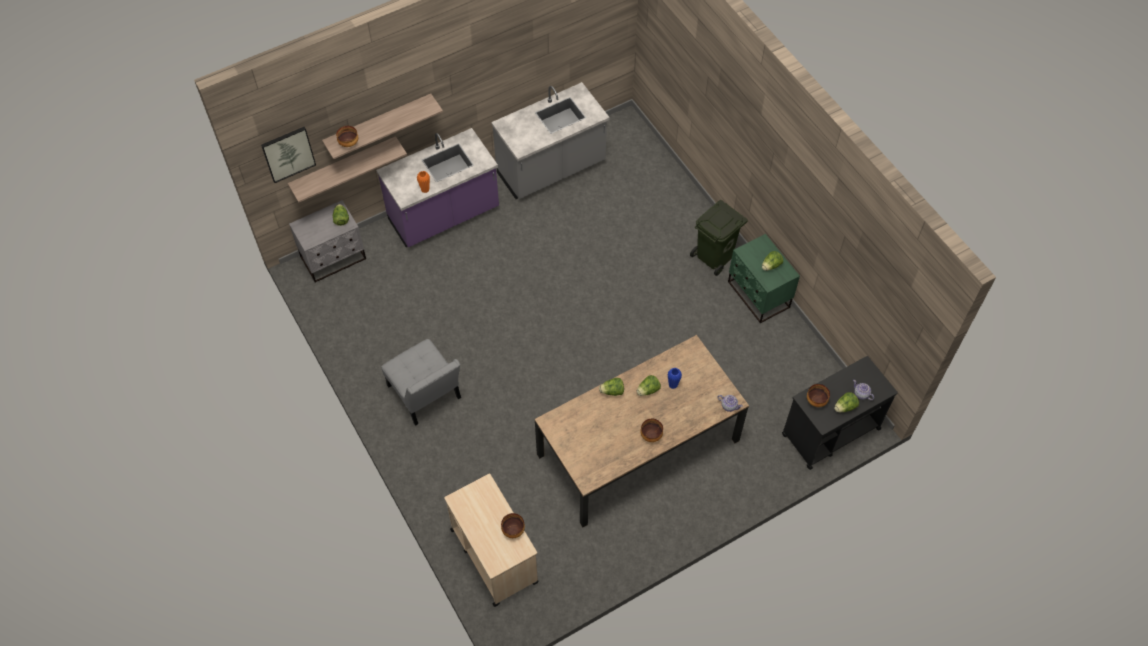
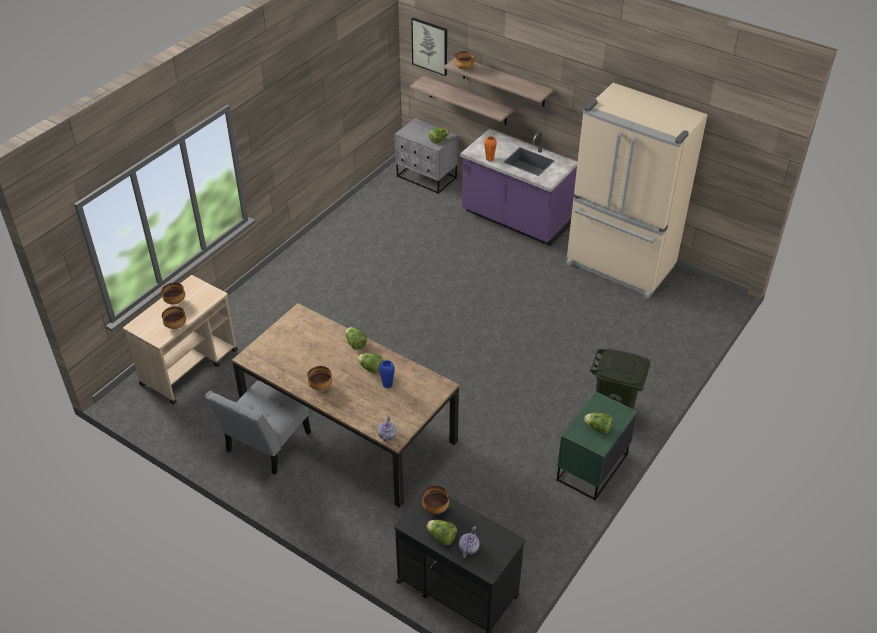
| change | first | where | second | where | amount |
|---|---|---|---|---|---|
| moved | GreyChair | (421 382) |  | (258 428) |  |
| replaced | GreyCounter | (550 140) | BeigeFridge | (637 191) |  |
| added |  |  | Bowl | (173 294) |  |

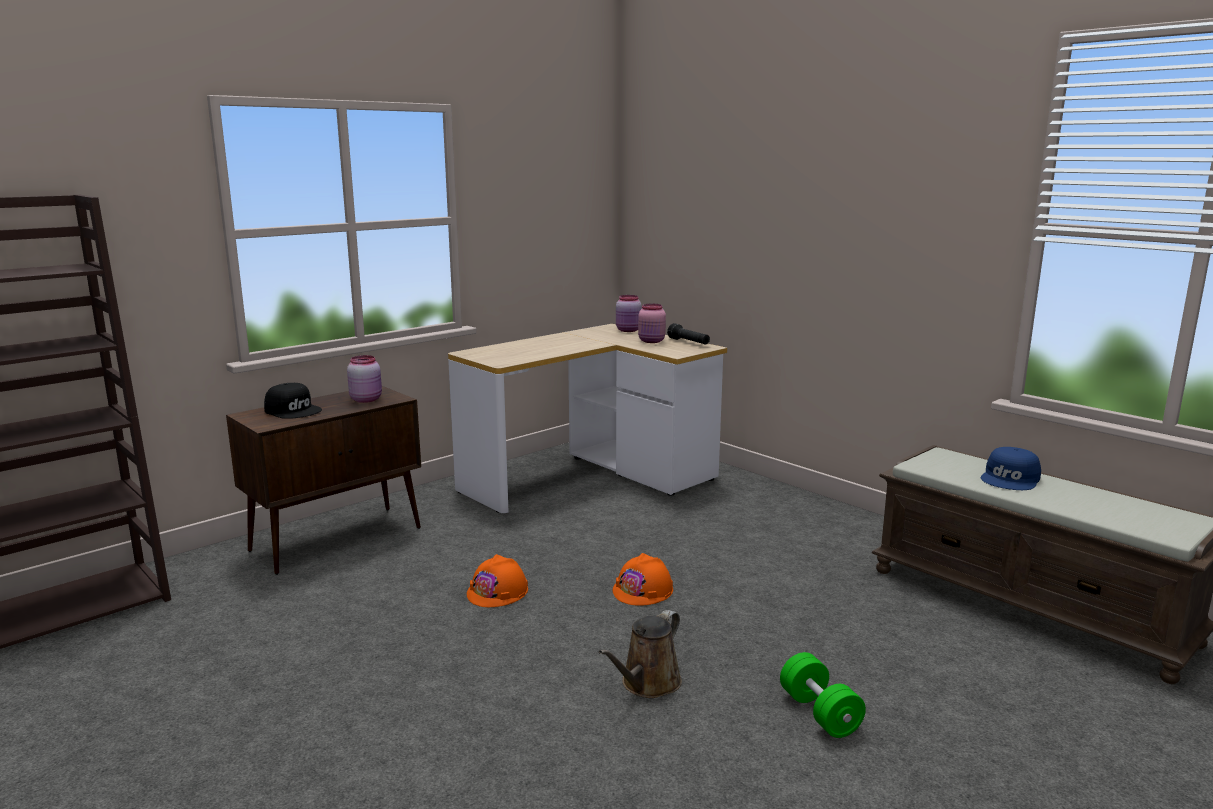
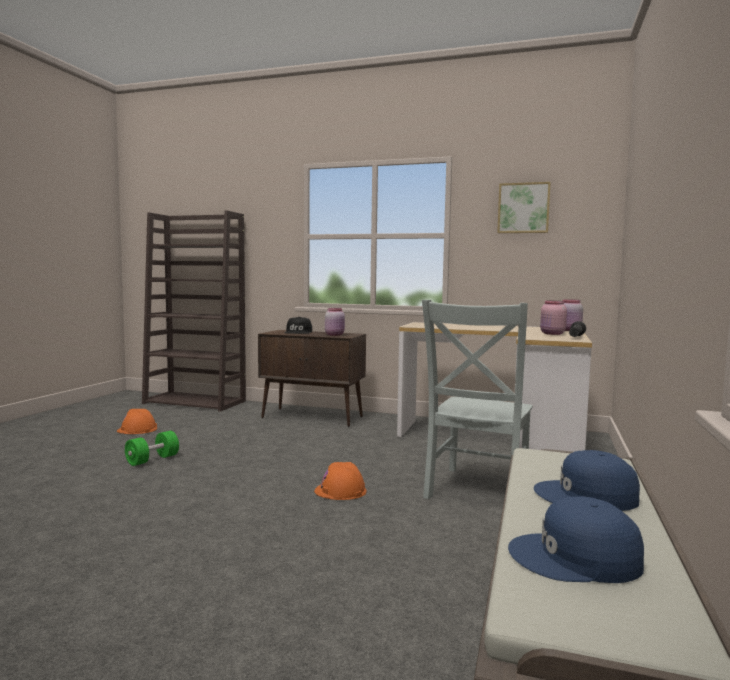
| change | first | where | second | where | amount |
|---|---|---|---|---|---|
| moved | OrangeHardHat | (497 580) |  | (137 421) |  |
| removed | BrownWateringCan | (640 654) |  |  |  |
| moved | GreenDumbbell | (823 695) |  | (152 448) |  |
| added |  |  | GreyChair | (477 399) |  |
| added |  |  | Picture | (524 207) |  |
| added |  |  | BlueCap | (576 539) |  |

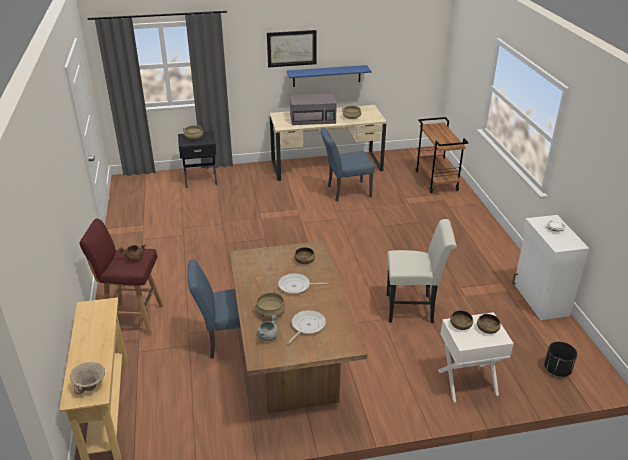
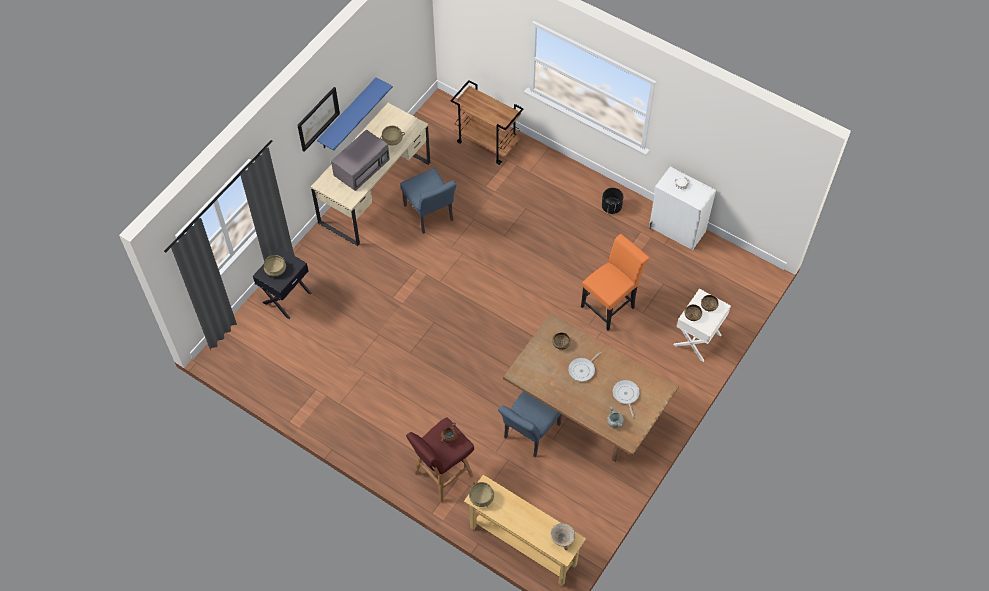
| change | first | where | second | where | amount |
|---|---|---|---|---|---|
| moved | BeigeCookingPot | (270 305) |  | (481 494) |  |
| turned | BlueChair | (348 164) |  | (428 201) | 60 degrees counterclockwise |
| recoloured | WhiteChair | (422 271) | OrangeChair | (615 282) |  |
| moved | BlackPlanter | (560 359) |  | (612 201) |  |

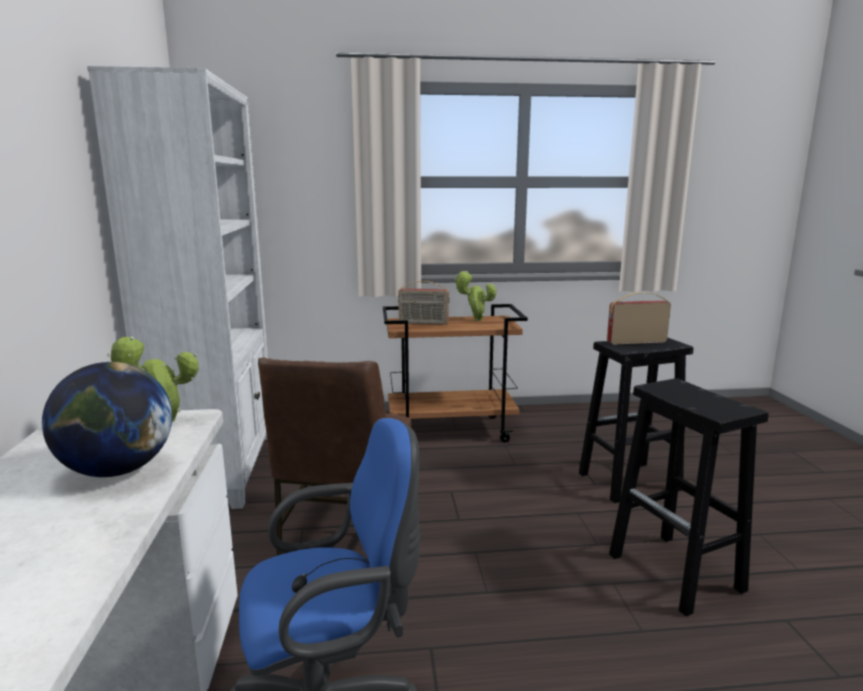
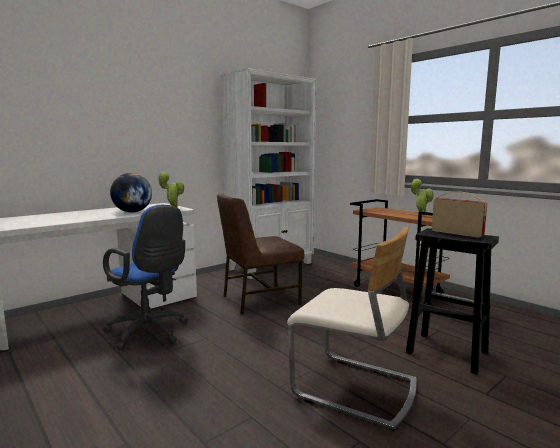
| change | first | where | second | where | amount |
|---|---|---|---|---|---|
| removed | Radio | (423 303) |  |  |  |
| replaced | BlackStool | (689 497) | BeigeChair | (352 329) |  |

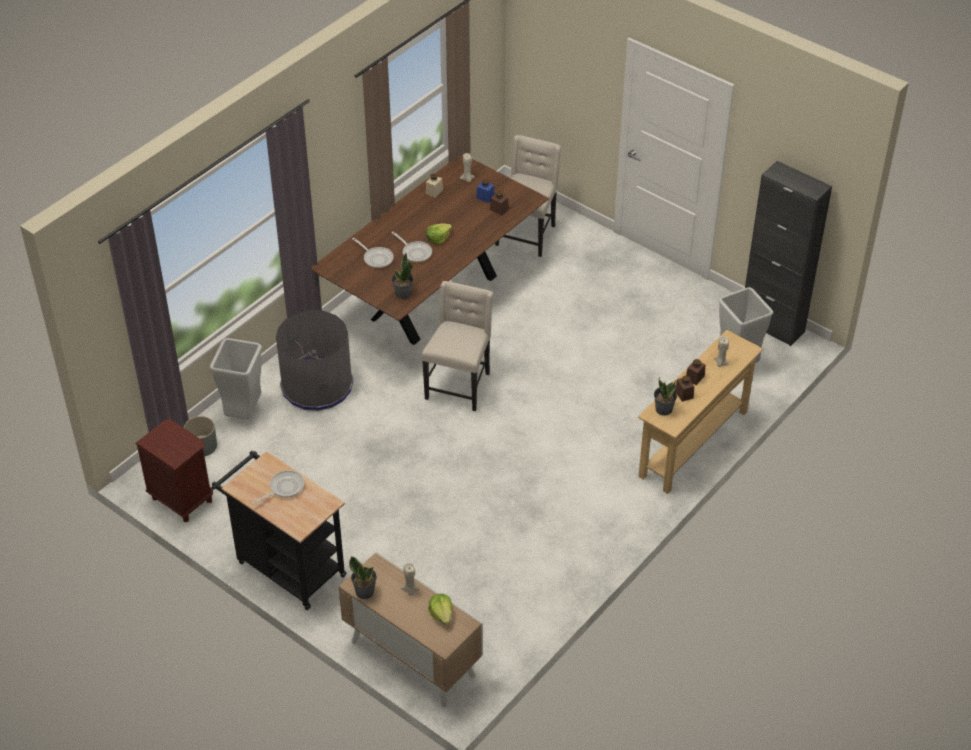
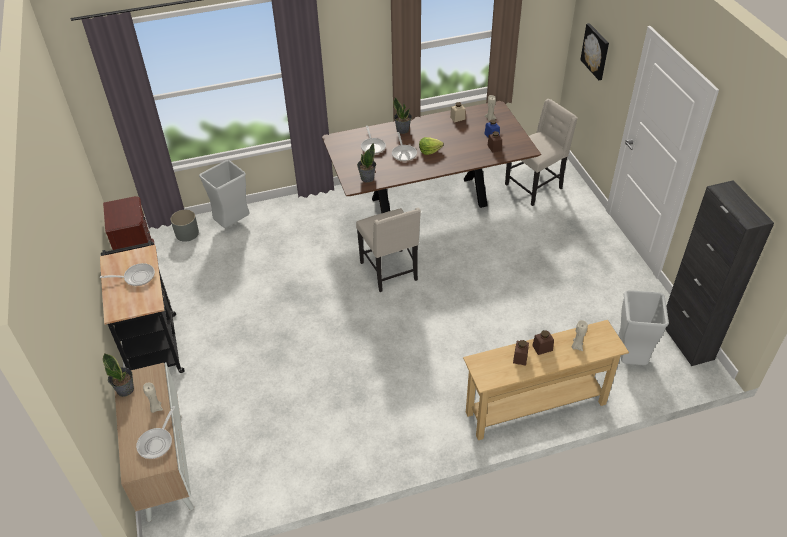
| change | first | where | second | where | amount |
|---|---|---|---|---|---|
| removed | GreyTrashCan | (314 360) |  |  |  |
| turned | BeigeChair | (457 346) |  | (388 250) | 105 degrees clockwise |
| replaced | Lettuce | (440 609) | FryingPan | (155 432) |  |
| moved | PottedPlant | (665 396) |  | (402 115) |  |
| added |  |  | Picture | (594 51) |  |

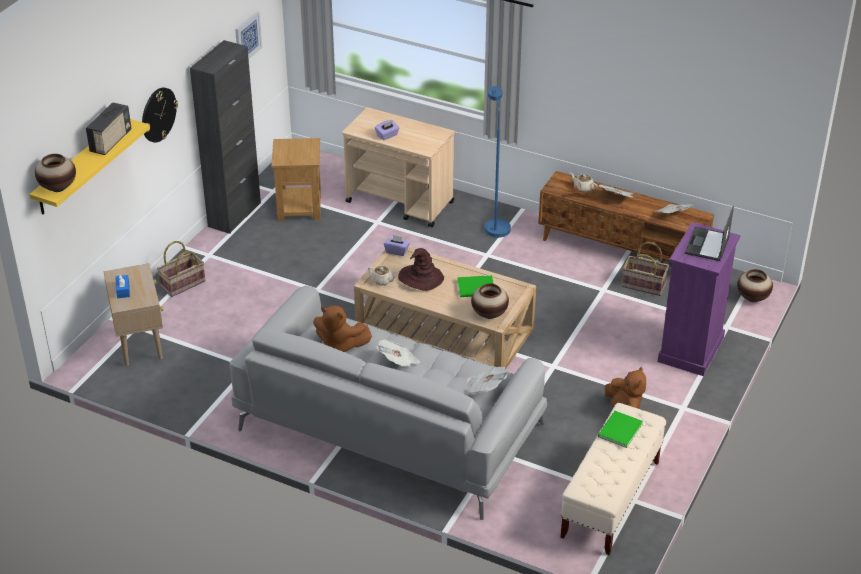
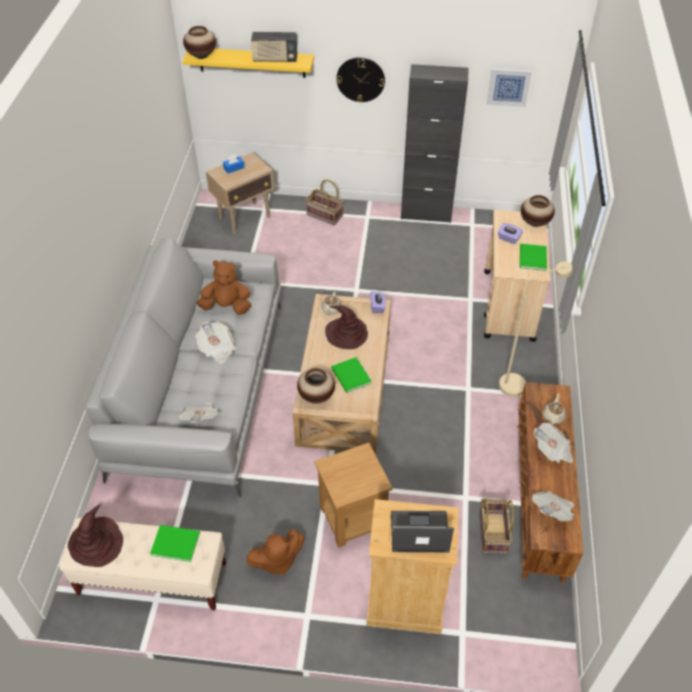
| change | first | where | second | where | amount |
|---|---|---|---|---|---|
| moved | BrownSideTable | (296 179) |  | (353 495) |  |
| turned | BrownPlushToy | (342 328) |  | (224 287) | 90 degrees clockwise |
| recoloured | BlueFloorLamp | (498 162) | BeigeFloorLamp | (536 329) |  |
| recoloured | PurpleDresser | (699 299) | BeigeDresser | (413 566) |  |
| moved | Vase | (755 285) |  | (538 211) |  |
| added |  |  | BrownHat | (95 535) |  |
| added |  |  | GreenBook | (533 257) |  |

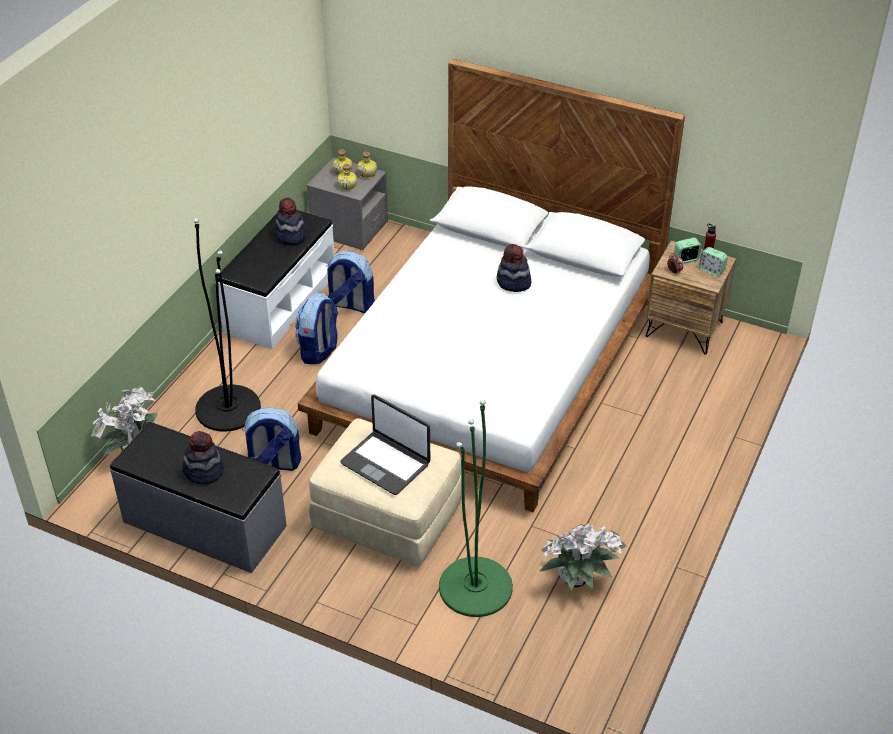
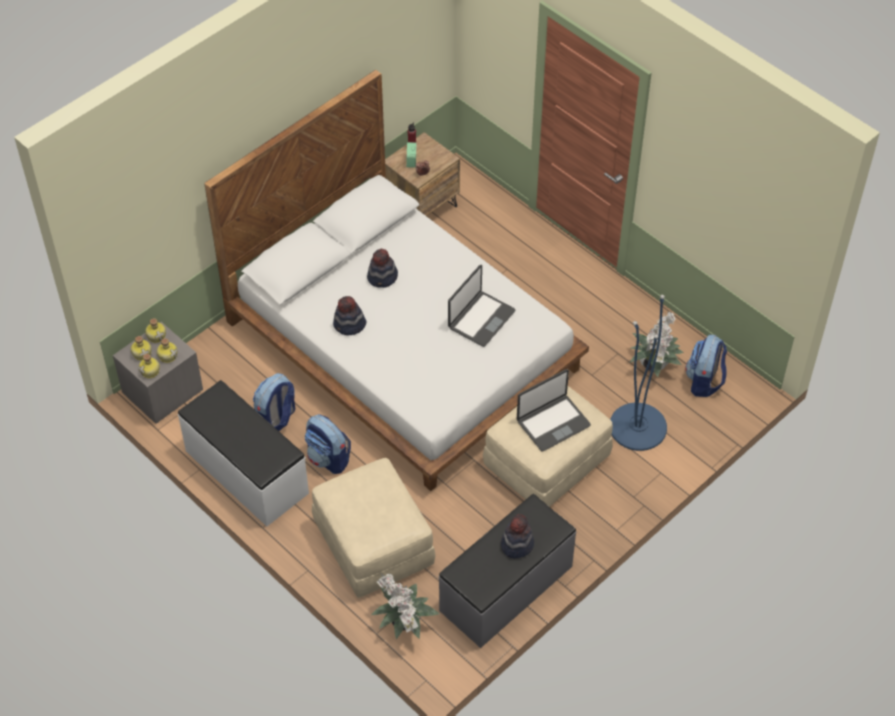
| change | first | where | second | where | amount |
|---|---|---|---|---|---|
| replaced | BlackFloorLamp | (227 325) | BeigeOttoman | (374 528) |  |
| moved | Backpack | (271 439) |  | (706 366) |  |
| moved | Hat | (291 221) |  | (349 315) |  |
| recoloured | GreenFloorLamp | (476 508) | BlueFloorLamp | (638 373) |  |
| removed | AlarmClock | (713 261) |  |  |  |
| added |  |  | Bottle | (149 366) |  |
| added |  |  | Laptop | (481 306) |  |

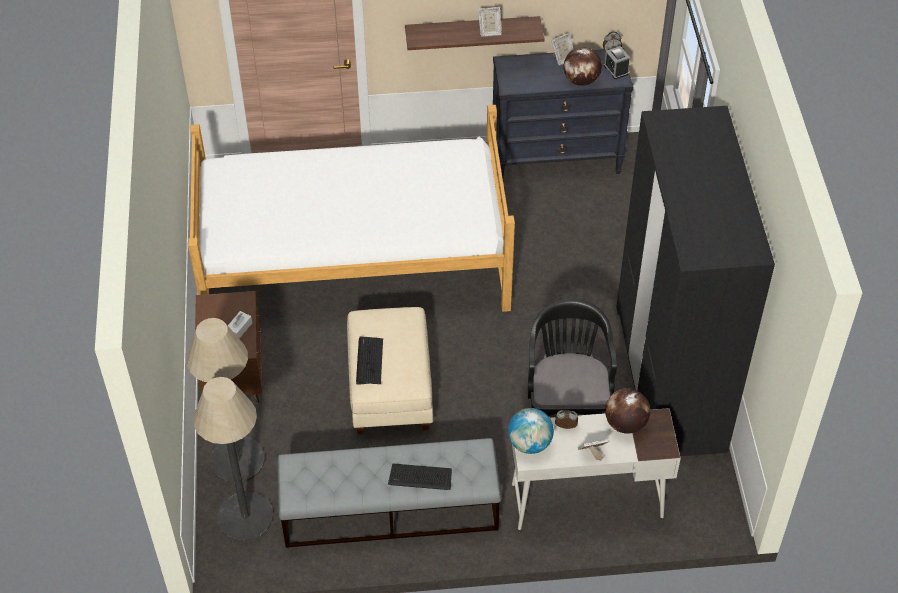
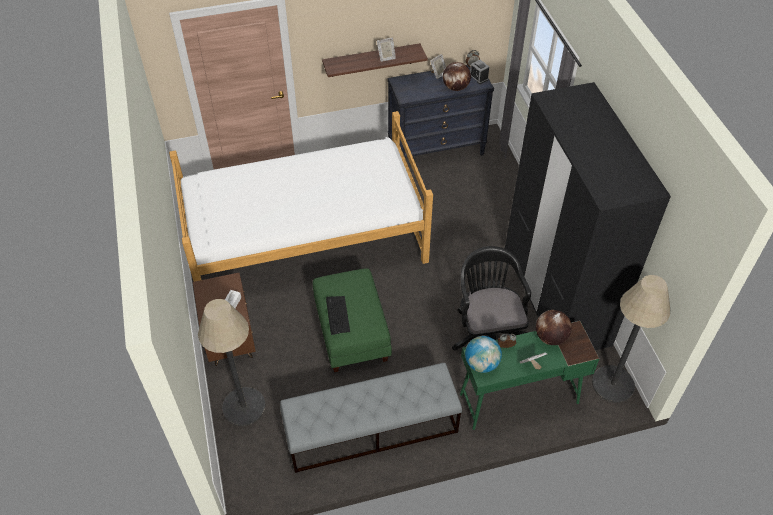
| change | first | where | second | where | amount |
|---|---|---|---|---|---|
| moved | FloorLamp | (233 459) |  | (631 339) |  |
| recoloured | BeigeOttoman | (390 370) | GreenOttoman | (352 320) |  |
| removed | Keyboard | (420 477) |  |  |  |
| recoloured | WhiteDesk | (596 469) | GreenDesk | (529 375) |  |

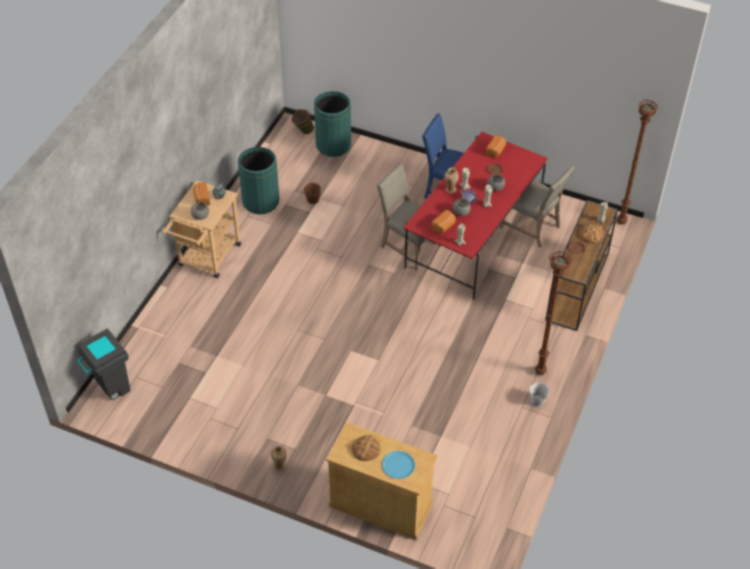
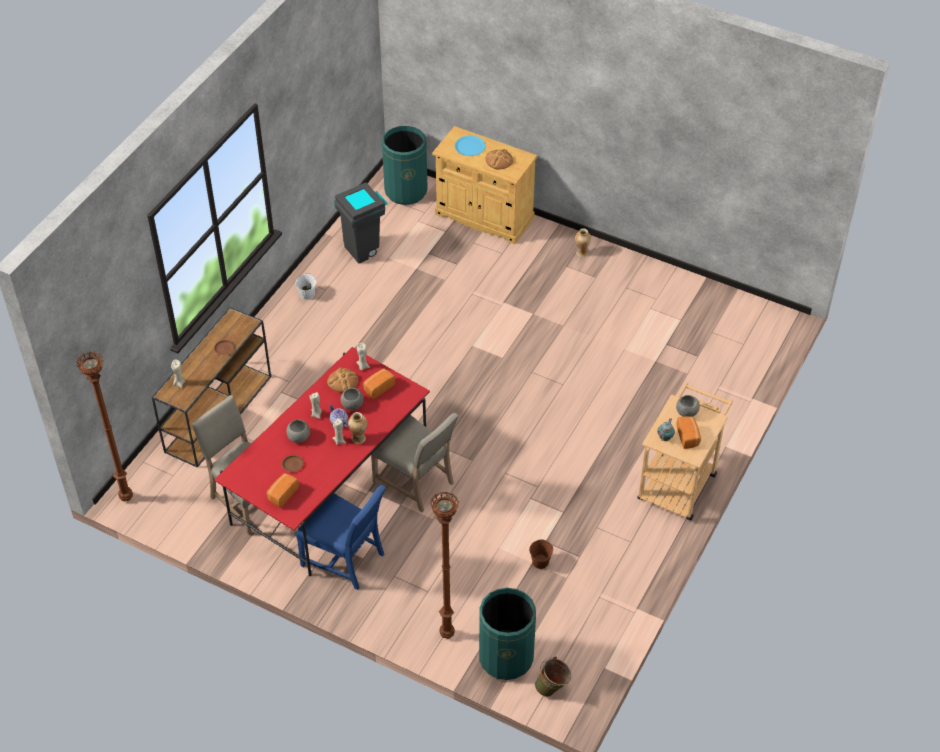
| change | first | where | second | where | amount |
|---|---|---|---|---|---|
| moved | GreyTrashCan | (103 364) |  | (361 223) |  |
| moved | GreenTrashCan | (259 180) |  | (405 165) |  |
| moved | BrownFloorLamp | (553 313) |  | (444 565) |  |
| moved | Bread | (591 233) |  | (342 380) |  |

